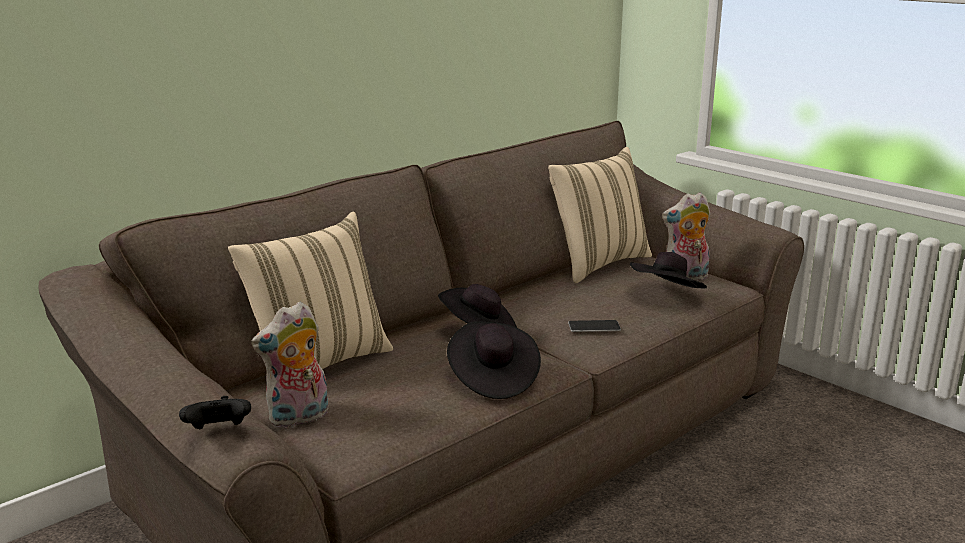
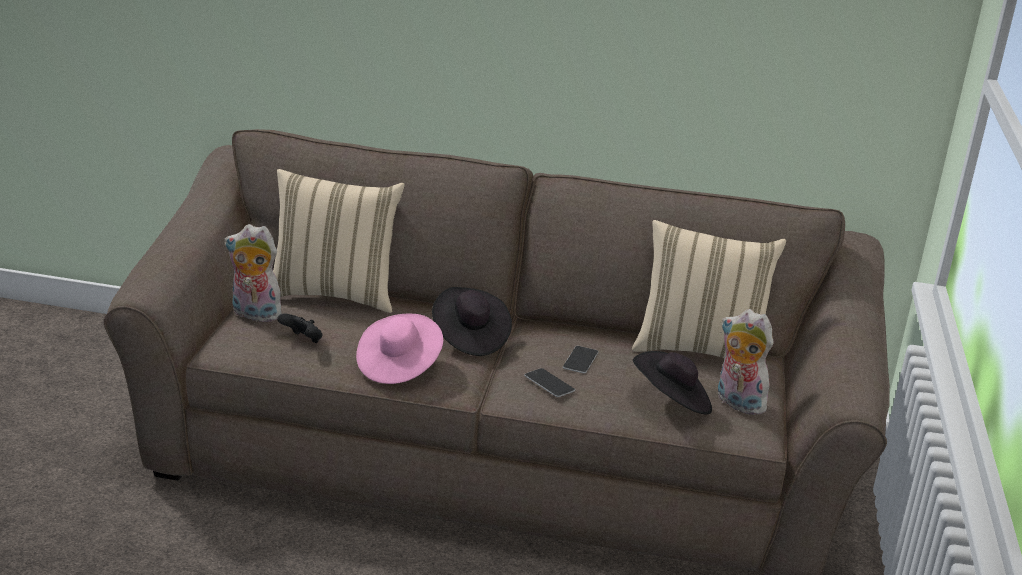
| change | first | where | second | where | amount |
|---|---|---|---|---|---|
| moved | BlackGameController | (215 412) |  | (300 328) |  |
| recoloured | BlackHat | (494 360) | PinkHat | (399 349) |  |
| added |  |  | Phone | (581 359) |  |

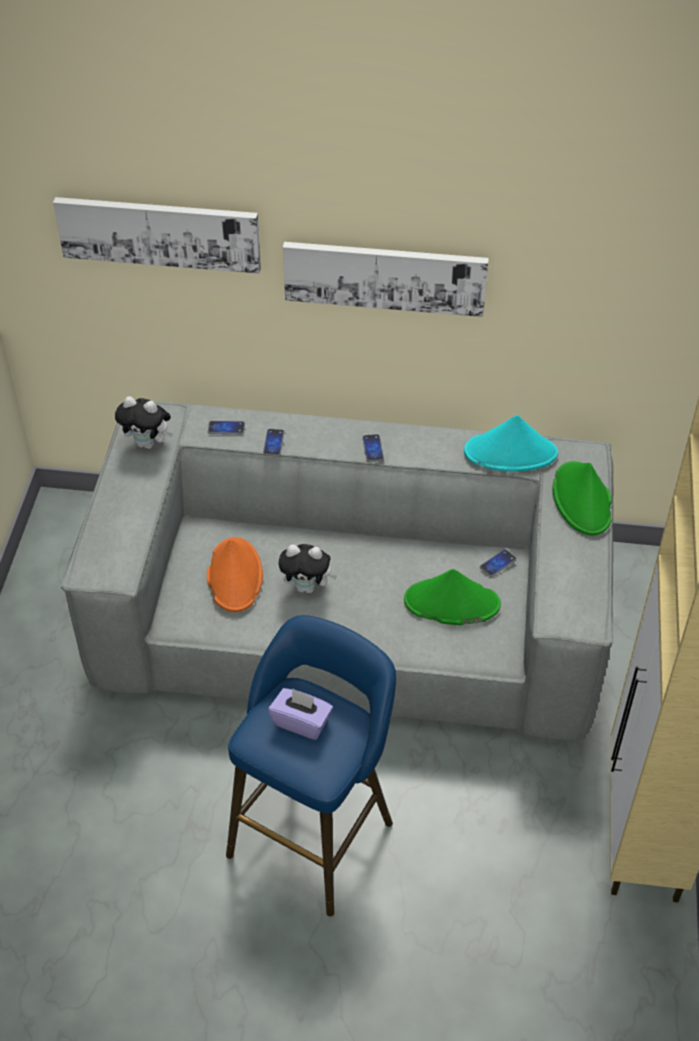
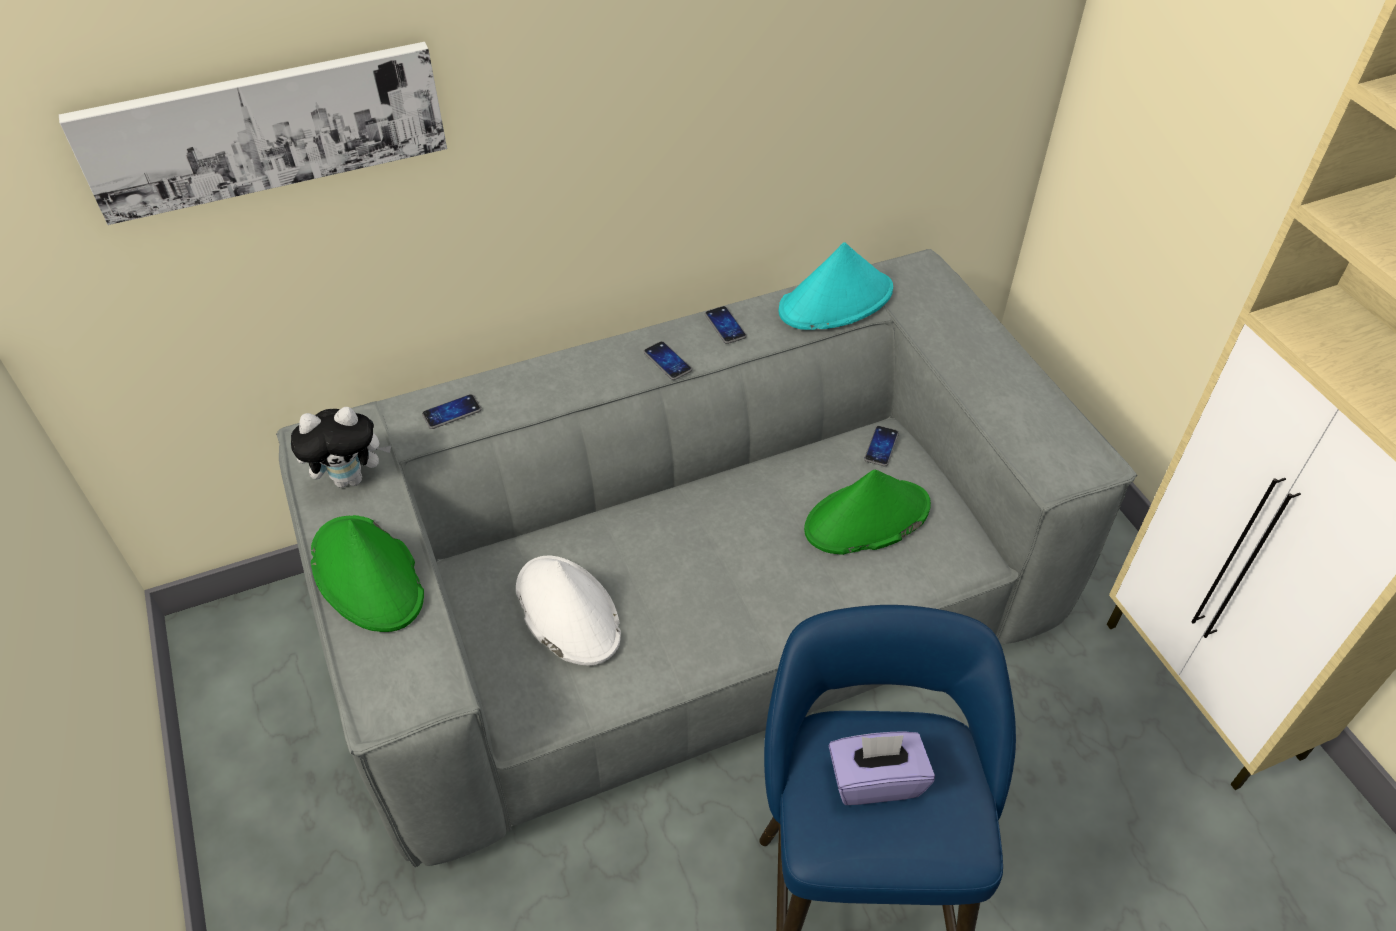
| change | first | where | second | where | amount |
|---|---|---|---|---|---|
| recoloured | OrangeHat | (235 574) | WhiteHat | (568 610) |  |
| moved | Phone | (274 442) |  | (726 325) |  |
| removed | PlushToy | (308 569) |  |  |  |
| removed | Picture | (386 279) |  |  |  |
| moved | GreenHat | (582 498) |  | (367 573) |  |

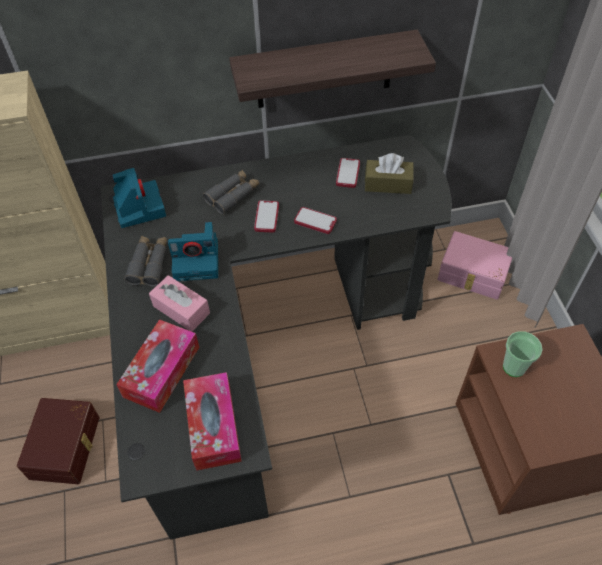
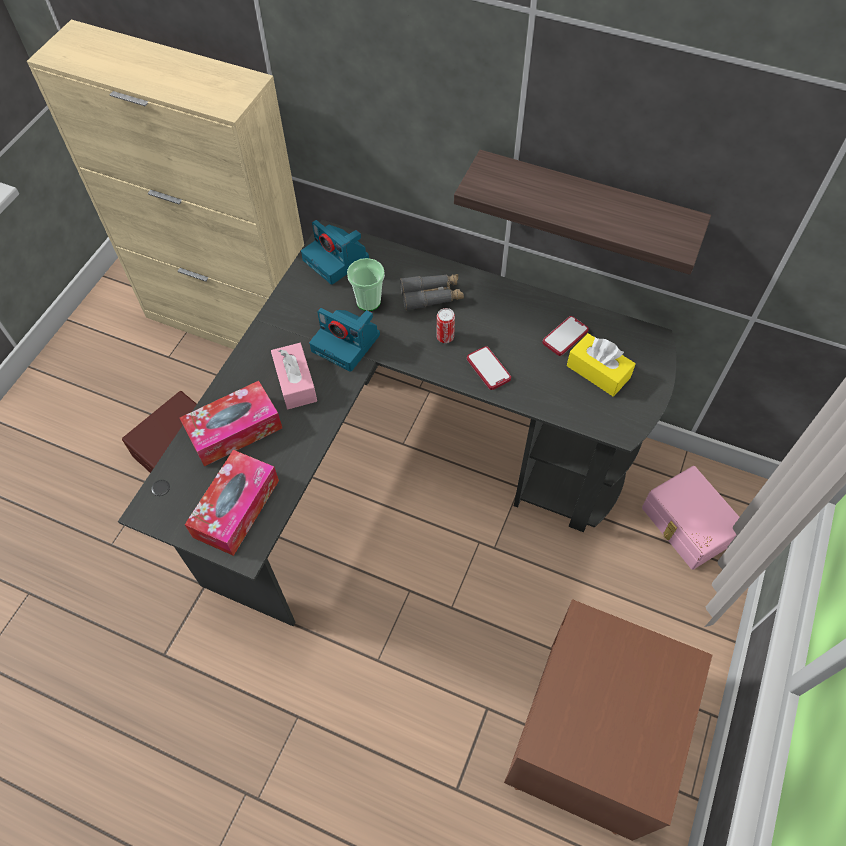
| change | first | where | second | where | amount |
|---|---|---|---|---|---|
| turned | PhotoCamera | (139 198) |  | (335 252) | 120 degrees clockwise |
| removed | GreyBinoculars | (145 261) |  |  |  |
| replaced | Phone | (266 216) | Can | (446 325) |  |
| recoloured | BrownTissueBox | (389 173) | YellowTissueBox | (601 365) |  |
| moved | Cup | (523 354) |  | (366 284) |  |

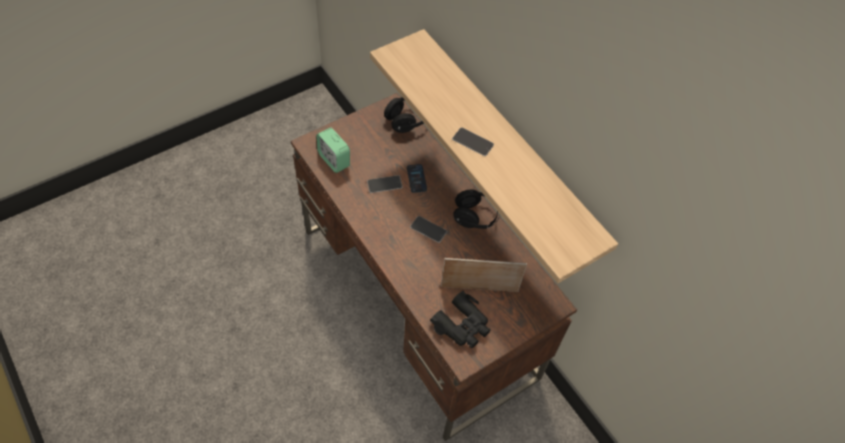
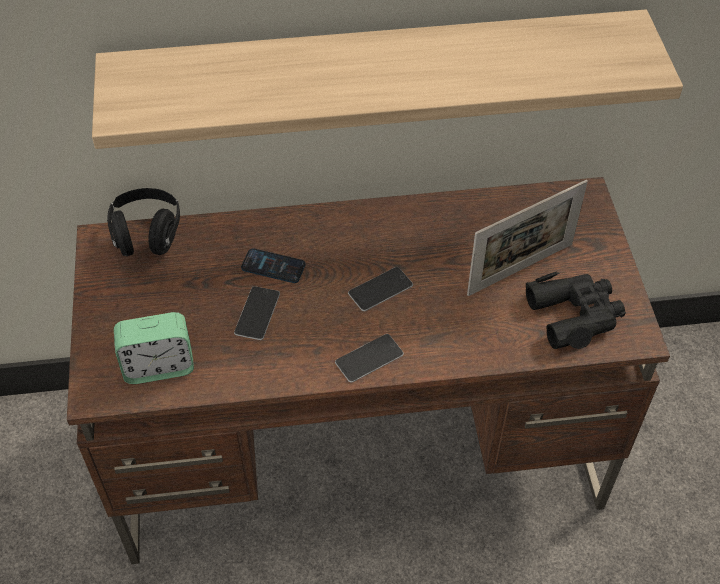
| change | first | where | second | where | amount |
|---|---|---|---|---|---|
| turned | PictureFrame | (484 275) |  | (527 238) | 150 degrees counterclockwise |
| moved | Phone | (473 142) |  | (369 358) |  |
| removed | BlackHeadphones | (476 209) |  |  |  |

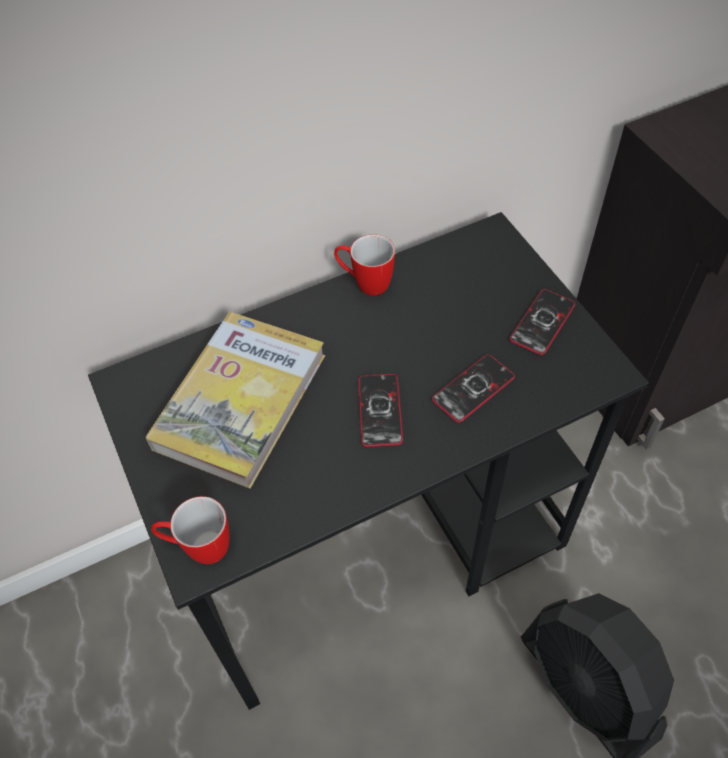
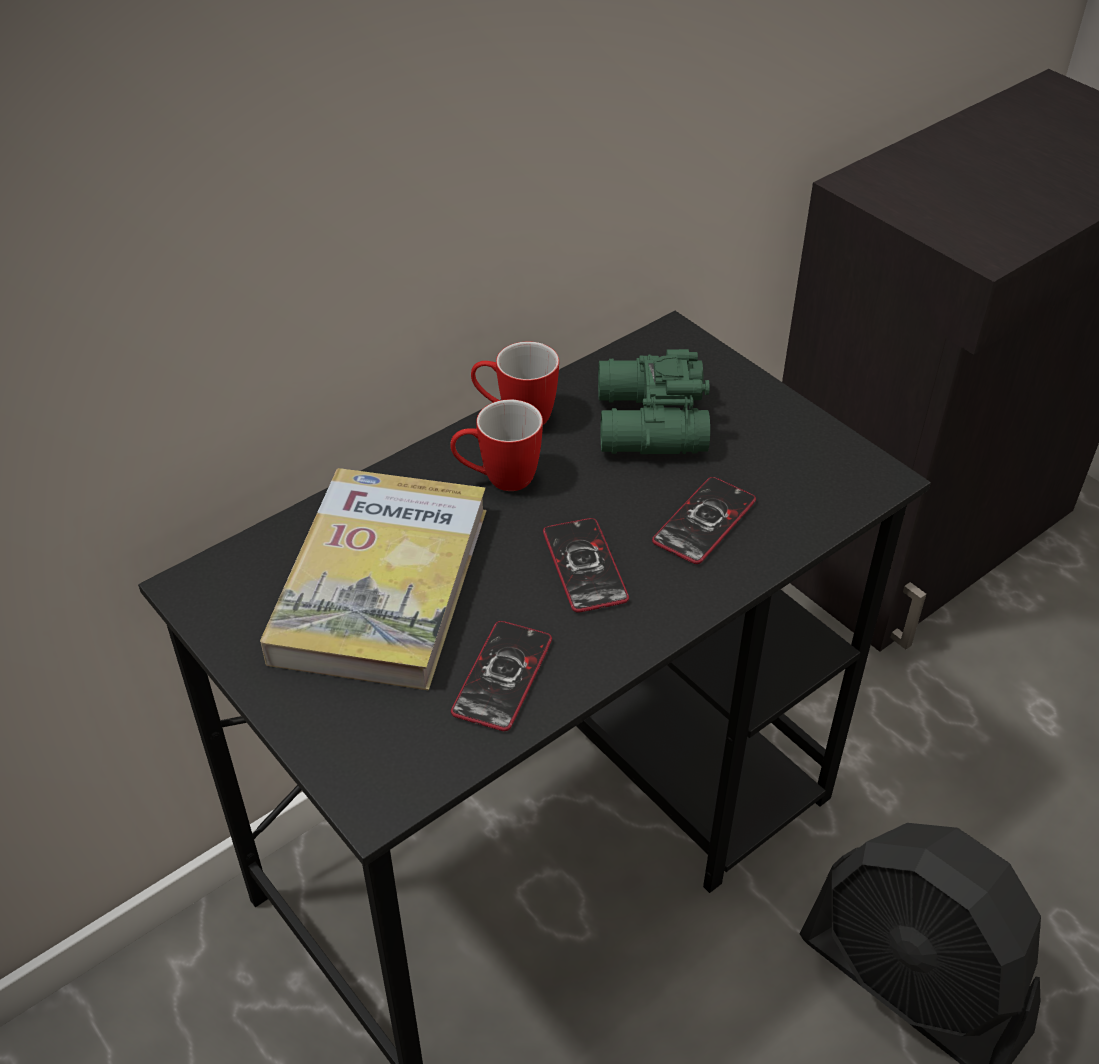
| change | first | where | second | where | amount |
|---|---|---|---|---|---|
| moved | Mug | (190 530) |  | (496 445) |  |
| moved | Phone | (542 322) |  | (501 676) |  |
| added |  |  | GreenBinoculars | (654 401) |  |

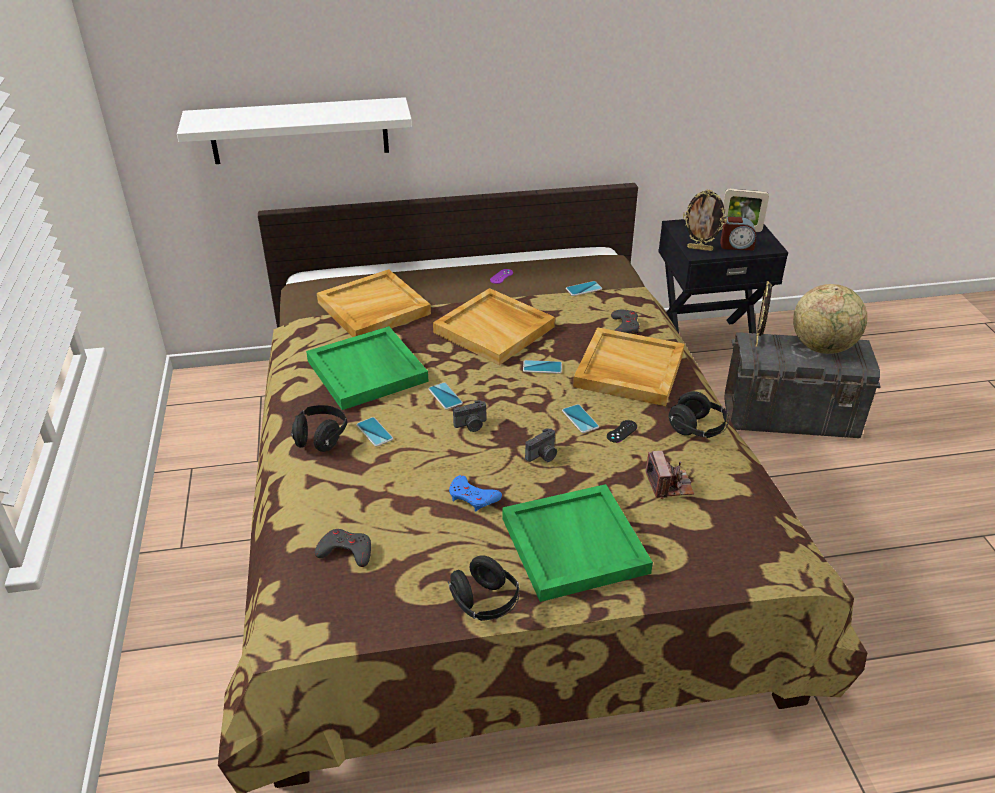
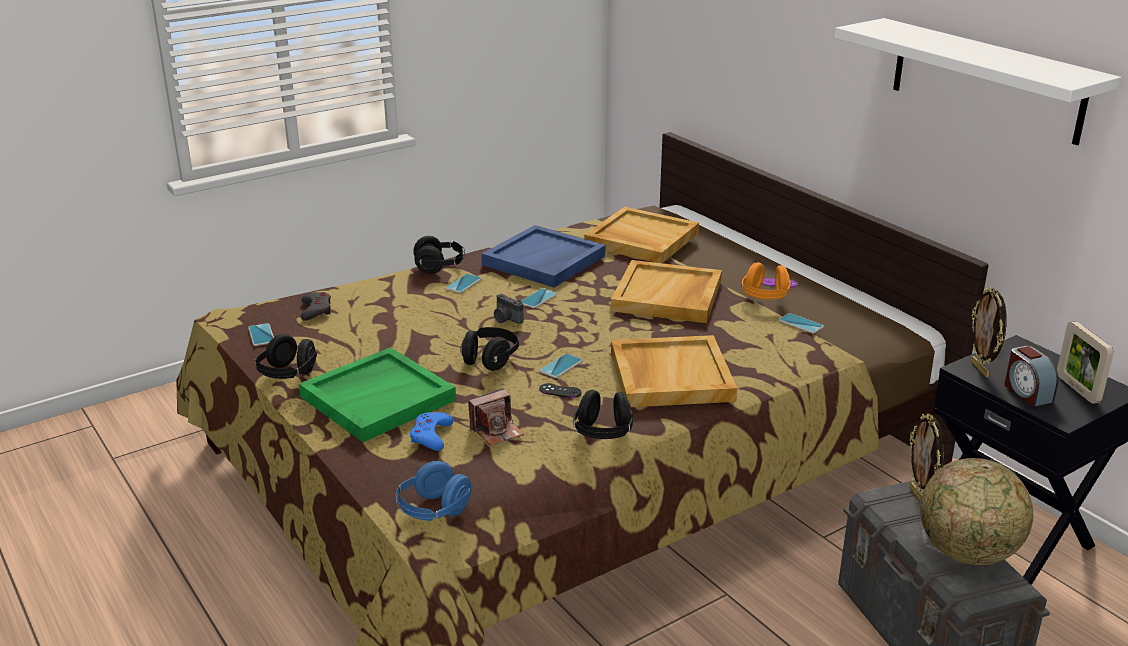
| change | first | where | second | where | amount |
|---|---|---|---|---|---|
| moved | WhiteShelf | (294 130) |  | (978 81) |  |
| recoloured | GreenTray | (367 368) | BlueTray | (544 256) |  |
| moved | BlueGameController | (475 493) |  | (432 431) |  |
| moved | Phone | (542 367) |  | (261 334) |  |
| replaced | PhotoCamera | (541 445) | BlackHeadphones | (489 349) |  |
| removed | GreyGameController | (625 321) |  |  |  |
| turned | PictureFrame | (764 314) |  | (926 458) | 90 degrees counterclockwise |
| added |  |  | BlueHeadphones | (433 491) |  |
| added |  |  | OrangeHeadphones | (766 281) |  |

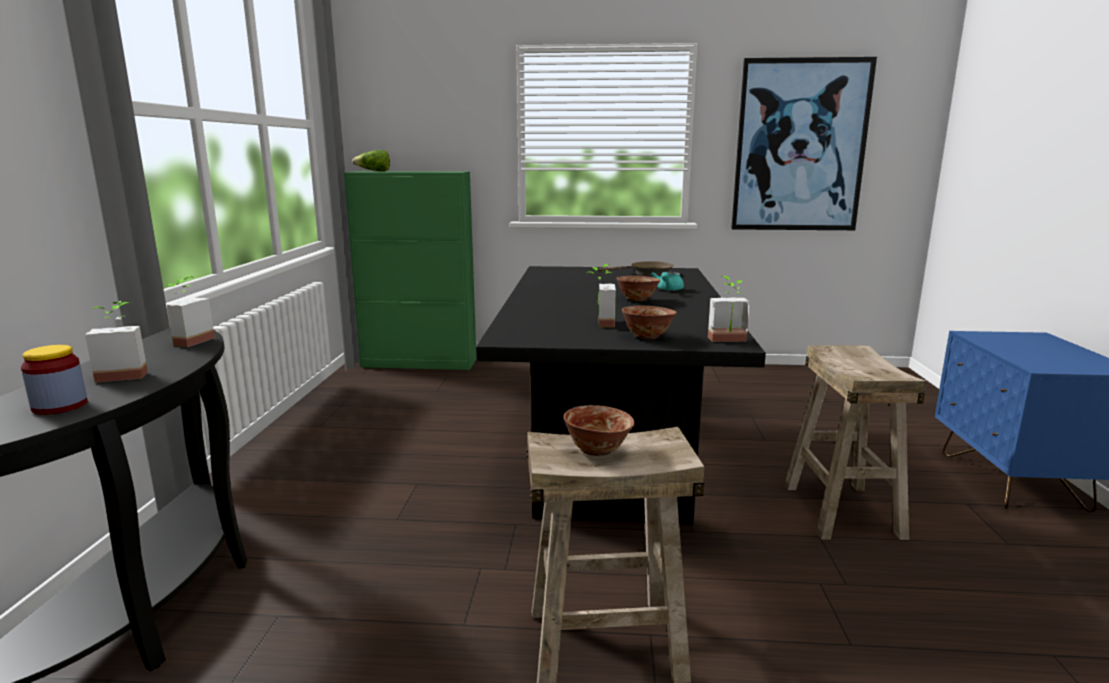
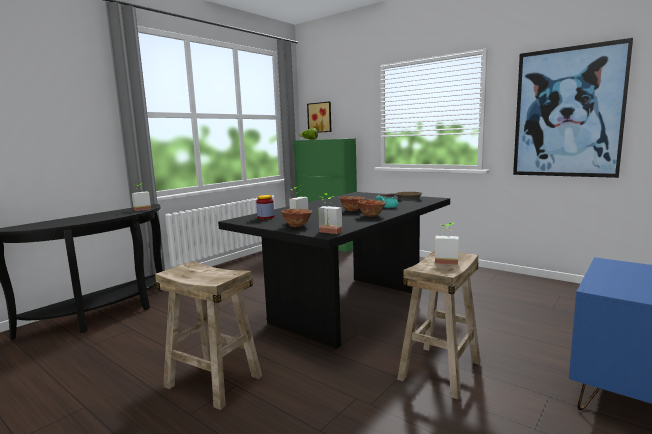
| change | first | where | second | where | amount |
|---|---|---|---|---|---|
| moved | Jar | (54 380) |  | (265 207) |  |
| moved | PottedPlant | (116 342) |  | (447 244) |  |
| moved | Bowl | (598 430) |  | (371 208) |  |
| added |  |  | Picture | (319 116) |  |

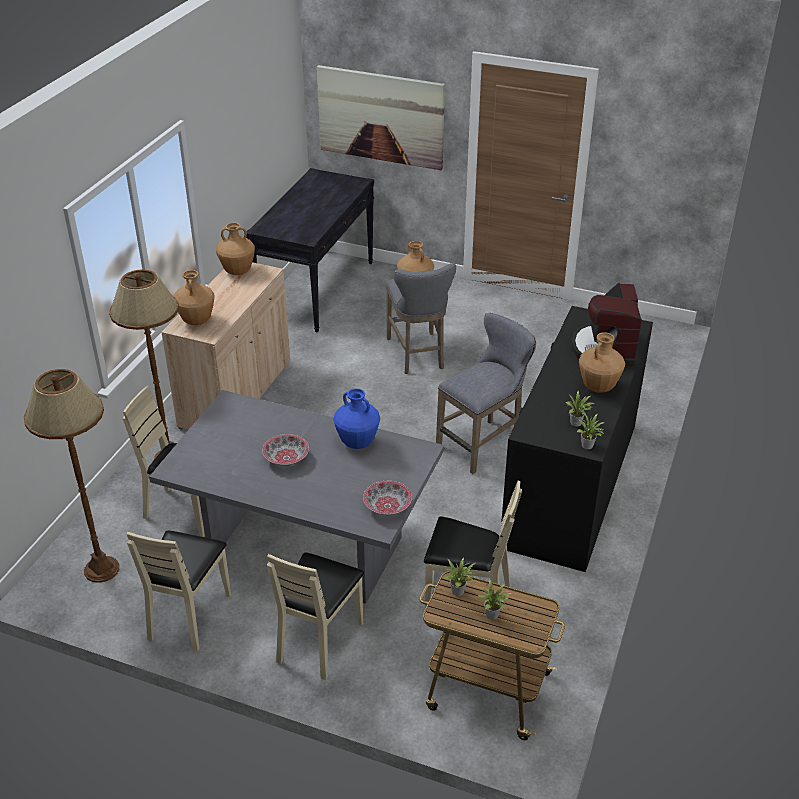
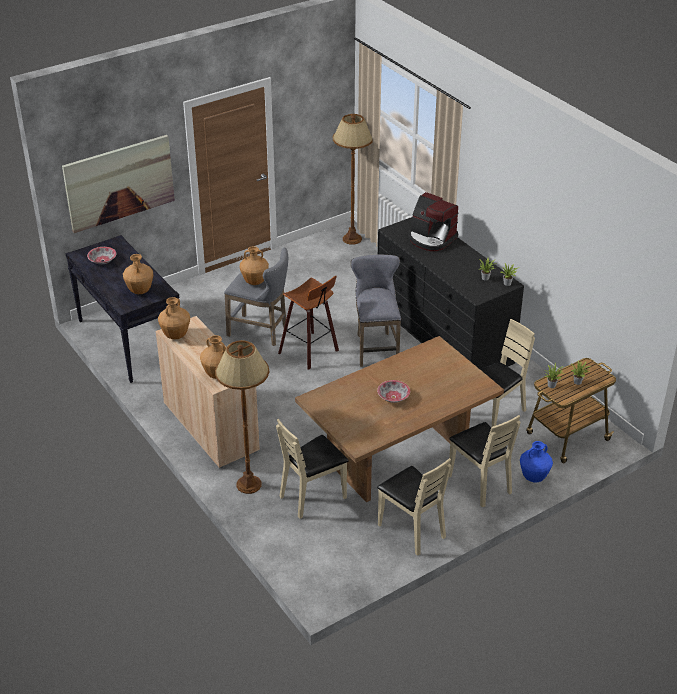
| change | first | where | second | where | amount |
|---|---|---|---|---|---|
| moved | BrownFloorLamp | (71 476) |  | (352 179) |  |
| recoloured | GreyDiningTable | (296 497) | BrownDiningTable | (399 419) |  |
| moved | BlueVase | (356 418) |  | (536 461) |  |
| moved | Bowl | (387 498) |  | (101 255) |  |
| moved | BrownVase | (602 362) |  | (138 274) |  |
| added |  |  | Stool | (308 322) |  |

